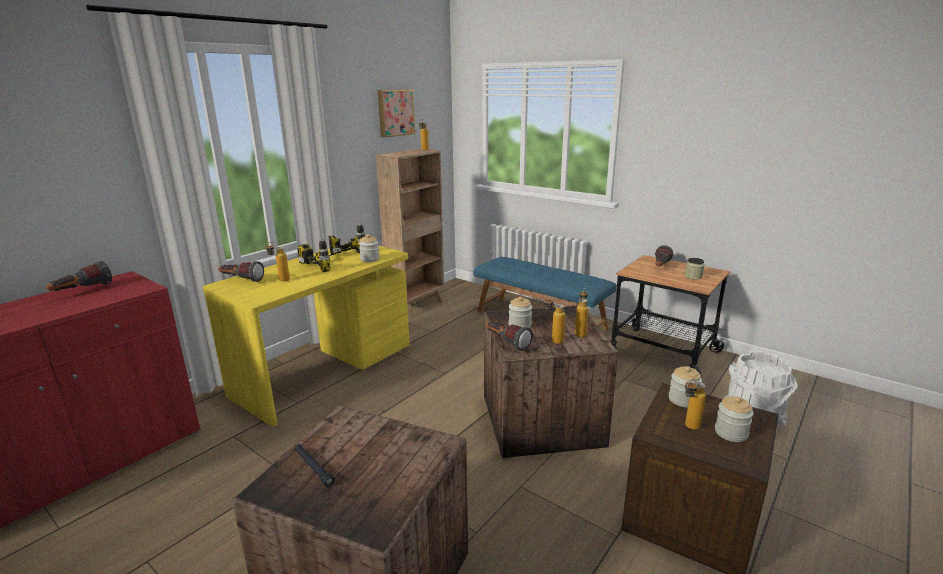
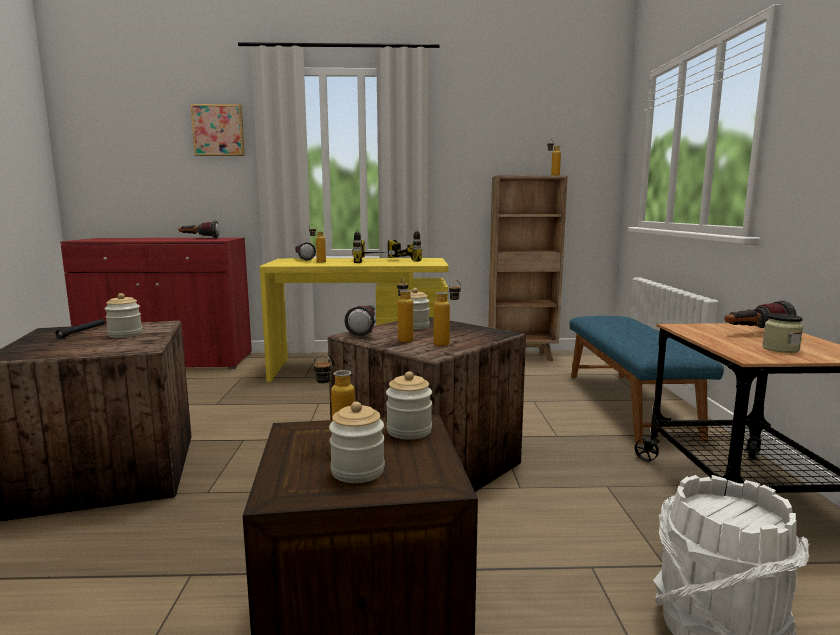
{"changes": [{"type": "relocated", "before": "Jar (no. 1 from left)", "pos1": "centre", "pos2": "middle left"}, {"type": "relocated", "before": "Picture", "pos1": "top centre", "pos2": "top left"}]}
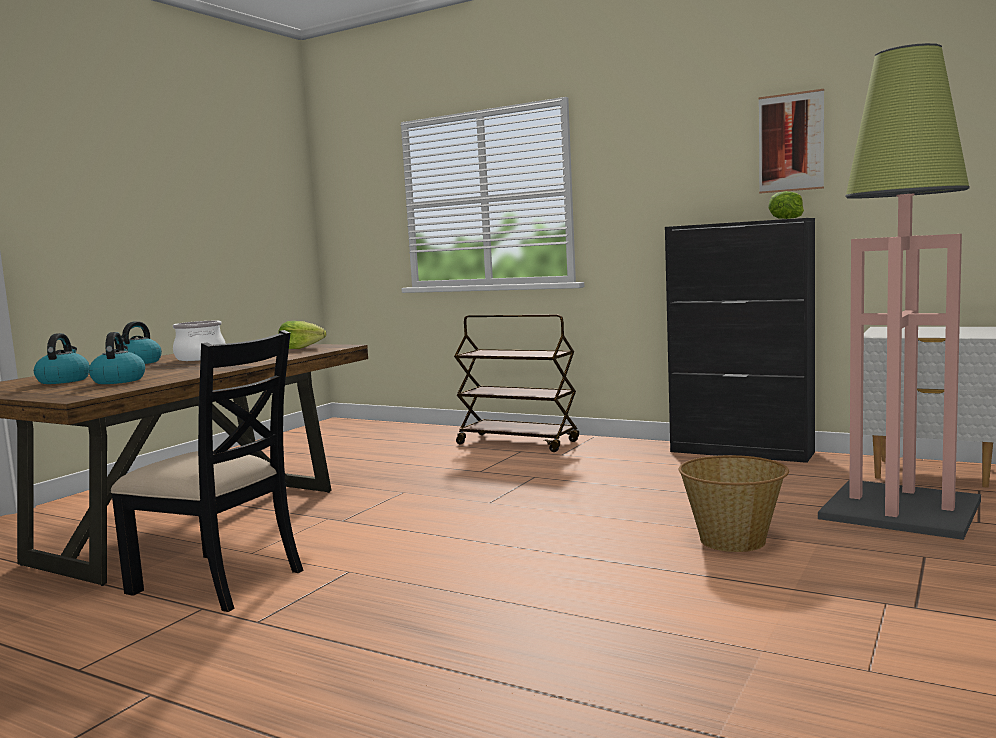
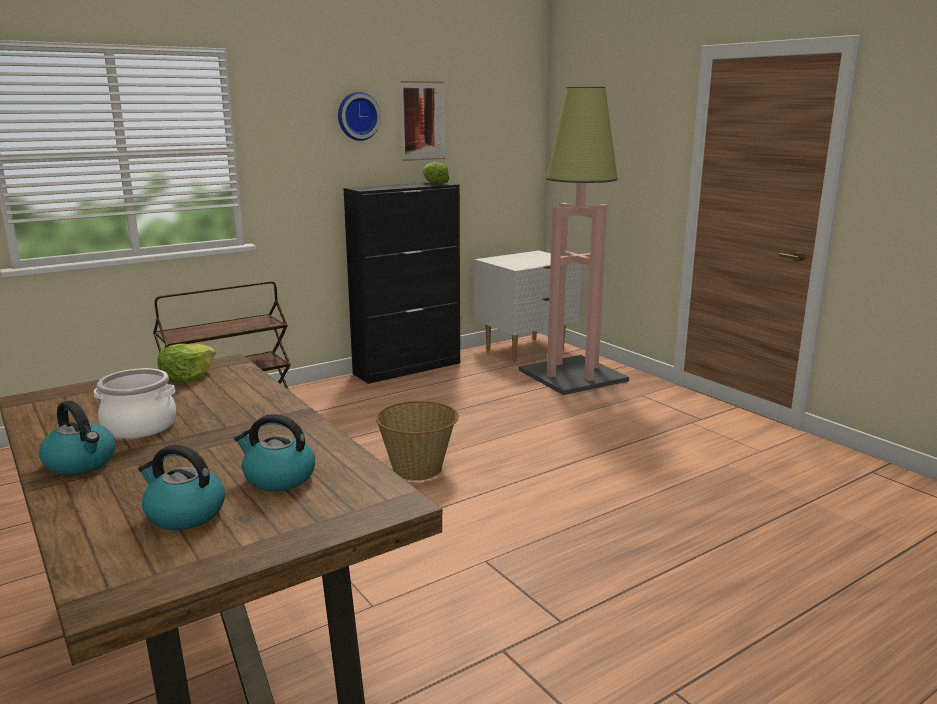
{"changes": [{"type": "missing", "before": "BlackChair", "pos1": "middle left"}, {"type": "appeared", "after": "WallClock", "pos2": "top centre"}, {"type": "relocated", "before": "Basket", "pos1": "bottom right", "pos2": "centre"}]}
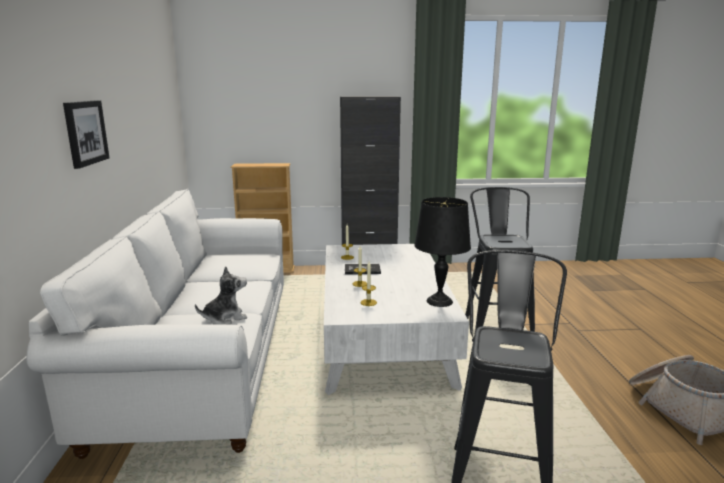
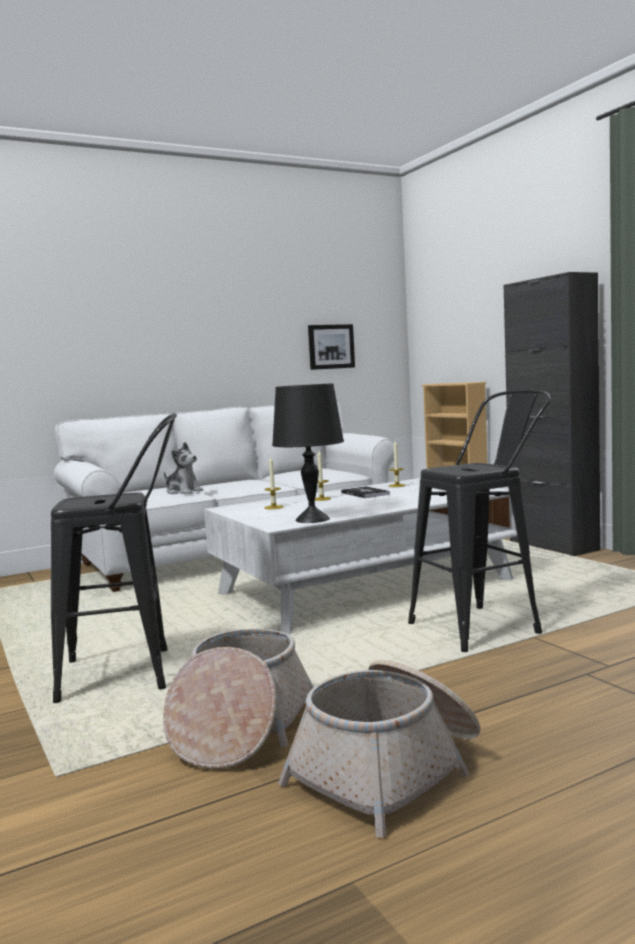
{"changes": [{"type": "appeared", "after": "Basket (no. 1 from left)", "pos2": "bottom centre"}, {"type": "relocated", "before": "Picture", "pos1": "top left", "pos2": "centre"}]}
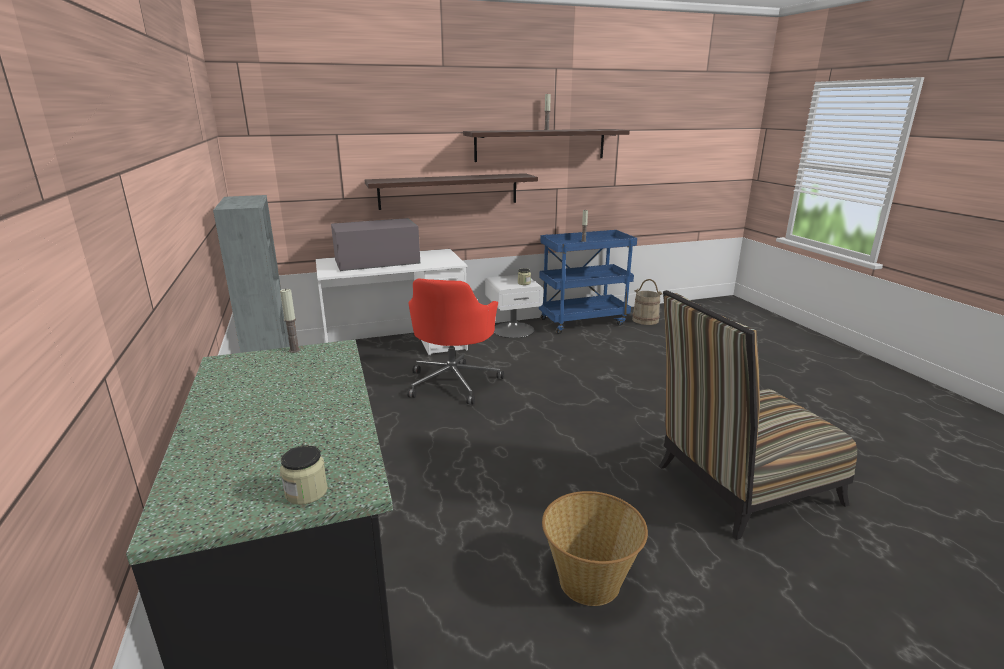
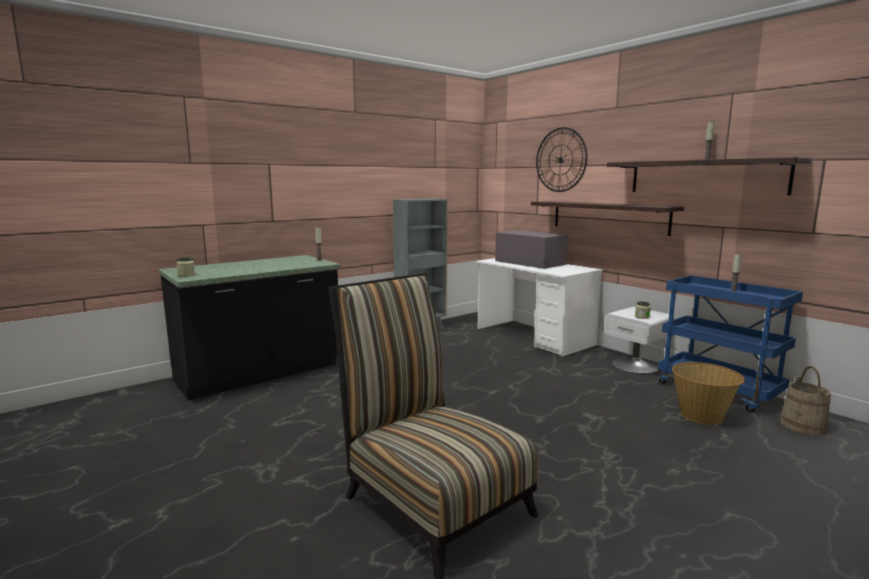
{"changes": [{"type": "missing", "before": "RedOfficeChair", "pos1": "centre"}, {"type": "appeared", "after": "WallClock", "pos2": "top centre"}, {"type": "relocated", "before": "Basket", "pos1": "bottom centre", "pos2": "bottom right"}]}
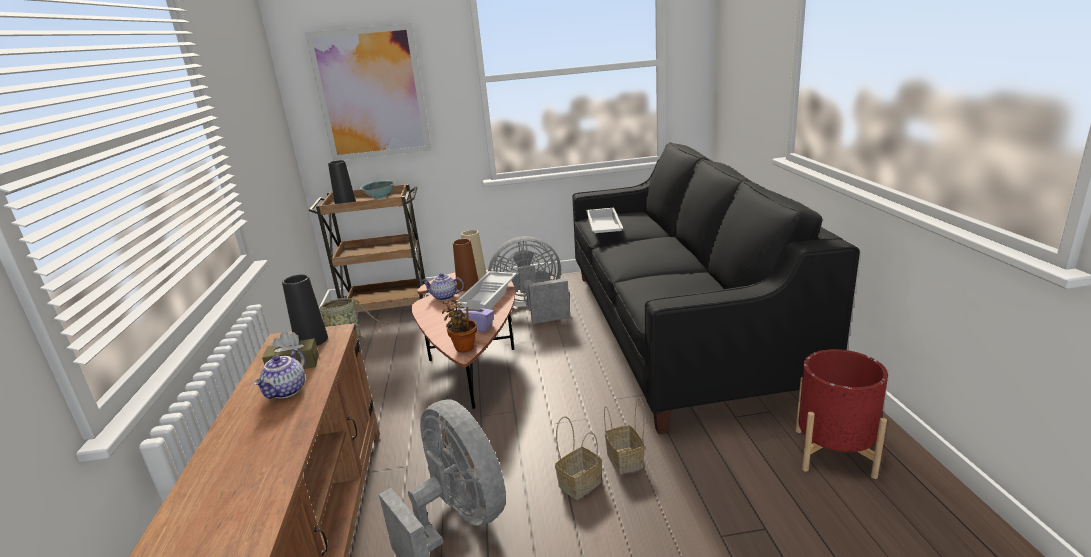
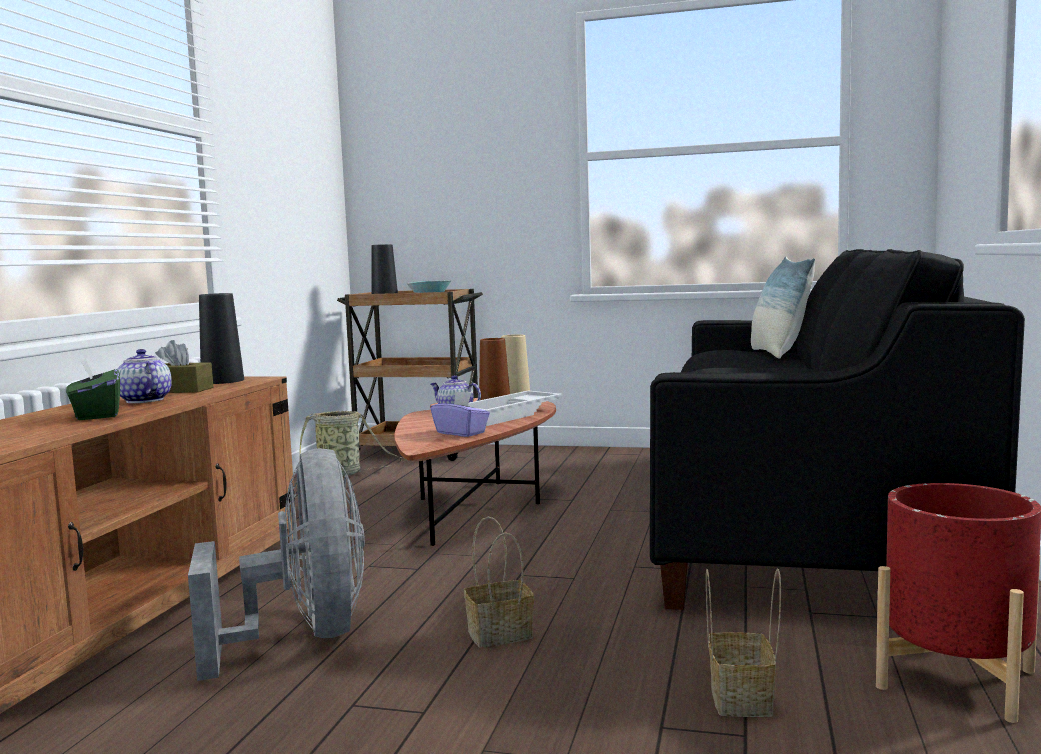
{"changes": [{"type": "missing", "before": "Picture", "pos1": "top centre"}, {"type": "missing", "before": "PottedPlant", "pos1": "centre"}, {"type": "missing", "before": "GreyFan (no. 2 from left)", "pos1": "centre"}, {"type": "missing", "before": "WhiteTray (no. 2 from left)", "pos1": "centre"}, {"type": "appeared", "after": "GreenTissueBox", "pos2": "middle left"}, {"type": "appeared", "after": "Pillow", "pos2": "middle right"}, {"type": "relocated", "before": "Basket (no. 3 from left)", "pos1": "bottom centre", "pos2": "bottom right"}, {"type": "spun", "before": "Teapot (no. 1 from left)", "pos1": "bottom left", "pos2": "middle left", "turn": 105}]}
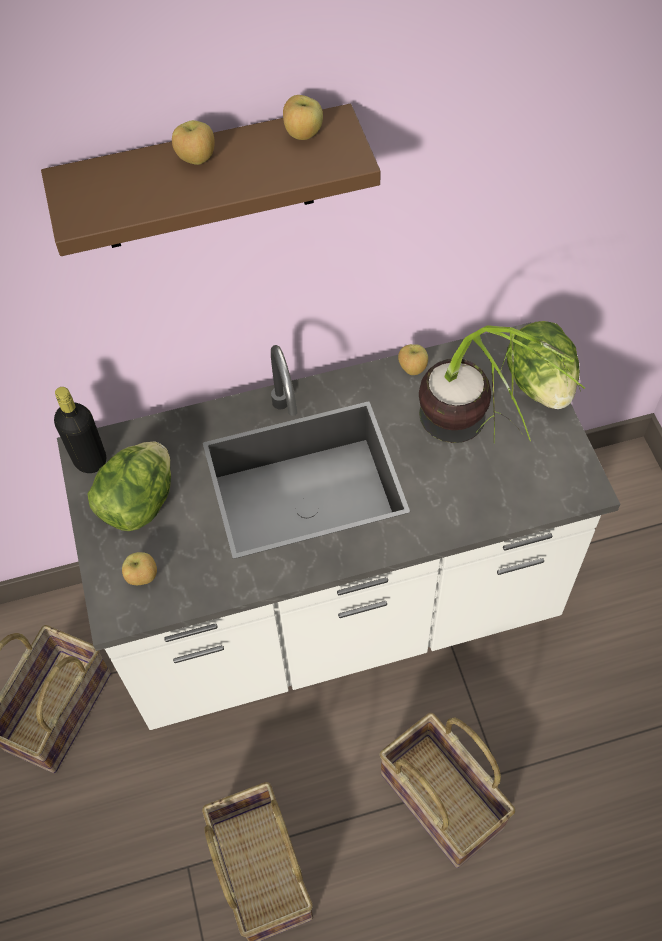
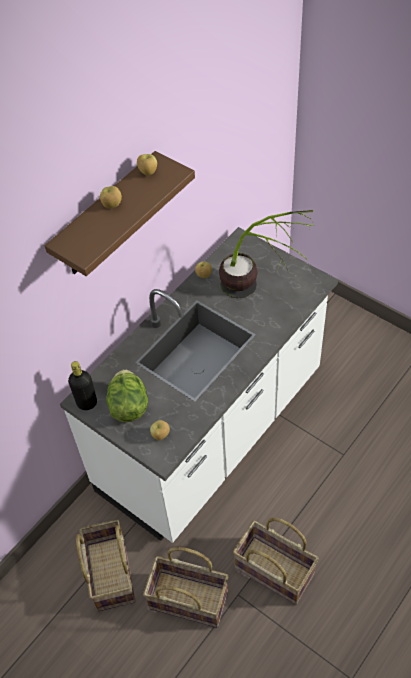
{"changes": [{"type": "missing", "before": "Lettuce (no. 2 from left)", "pos1": "middle right"}, {"type": "relocated", "before": "Basket (no. 3 from left in the first image)", "after": "Basket (no. 2 from left)", "pos1": "bottom right", "pos2": "bottom centre"}]}
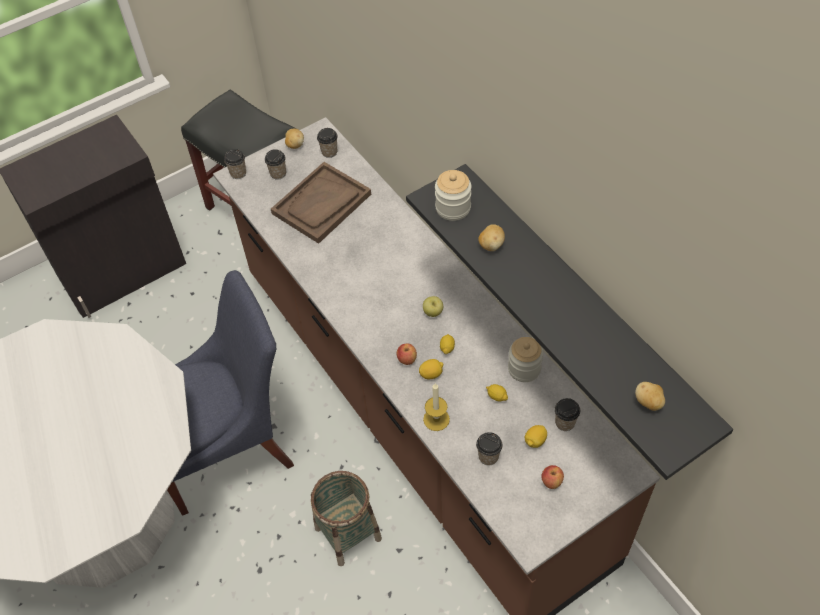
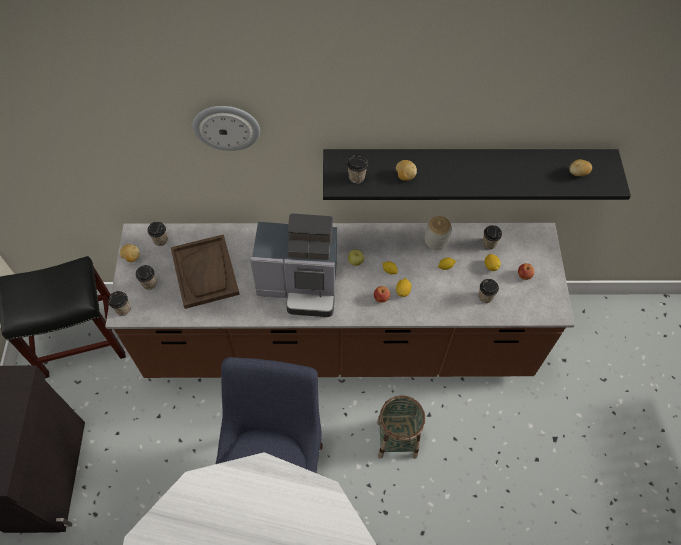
{"changes": [{"type": "missing", "before": "Candle", "pos1": "centre"}, {"type": "appeared", "after": "WallClock", "pos2": "top left"}, {"type": "appeared", "after": "CoffeeMachine", "pos2": "centre"}, {"type": "exchanged", "before": "Jar (no. 1 from left)", "after": "Cup (no. 4 from left)", "pos1": "top centre", "pos2": "top centre"}]}
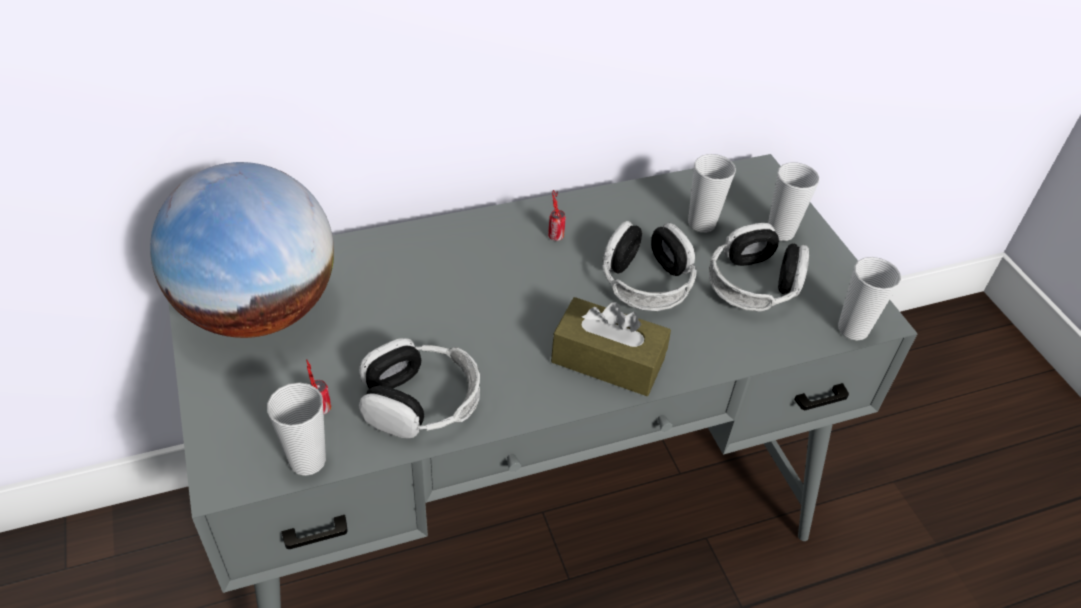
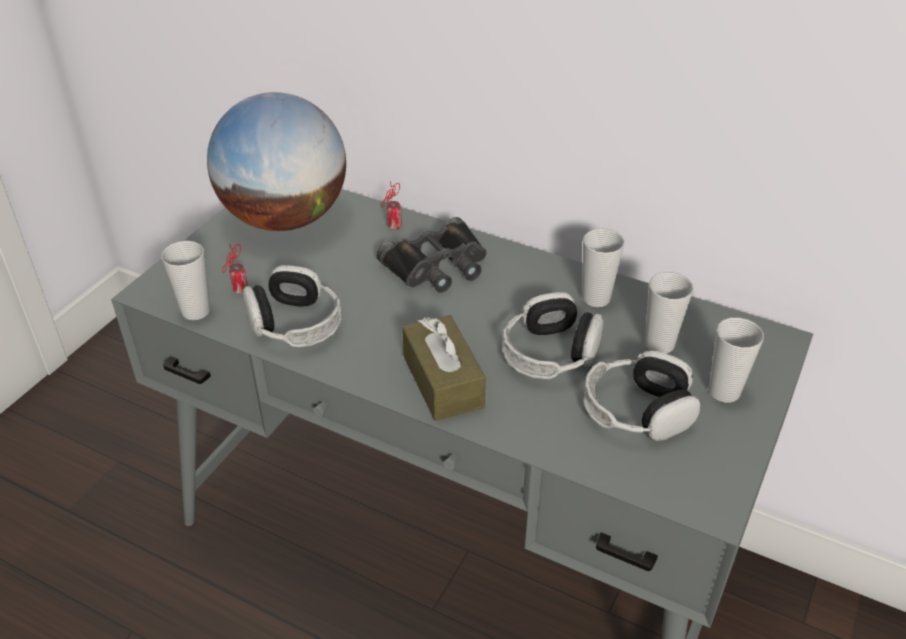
{"changes": [{"type": "appeared", "after": "BlackBinoculars", "pos2": "centre"}, {"type": "relocated", "before": "Can (no. 2 from left)", "pos1": "centre", "pos2": "top centre"}, {"type": "relocated", "before": "Cup (no. 4 from left in the first image)", "after": "Cup (no. 2 from left)", "pos1": "middle right", "pos2": "centre"}]}
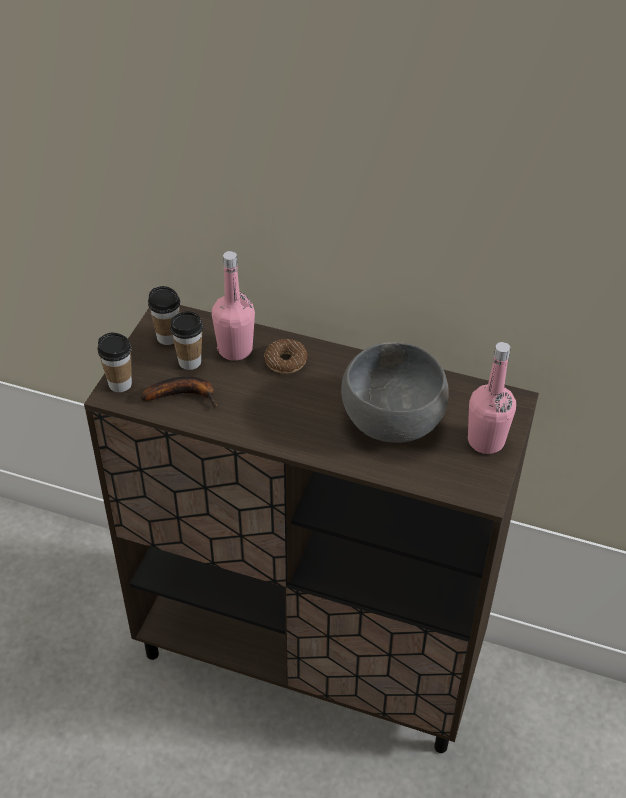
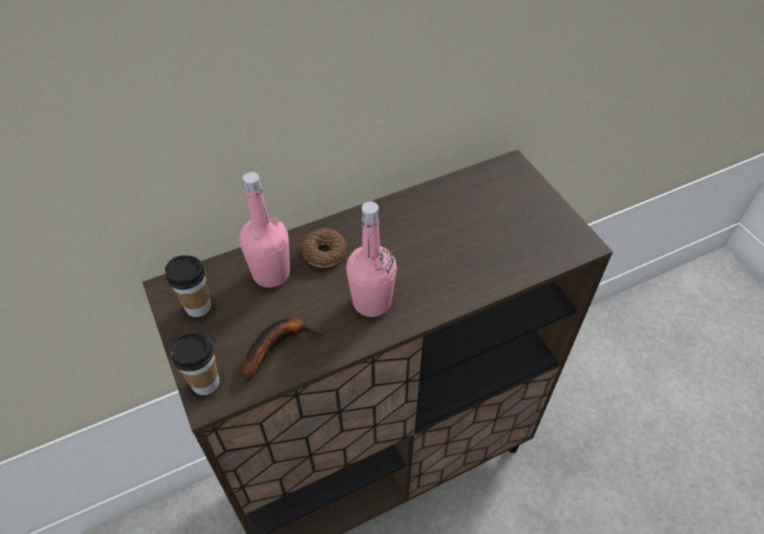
{"changes": [{"type": "missing", "before": "Cup (no. 3 from left)", "pos1": "middle left"}, {"type": "missing", "before": "GreyBowl", "pos1": "centre"}, {"type": "relocated", "before": "PinkBottle (no. 2 from left)", "pos1": "middle right", "pos2": "centre"}]}
